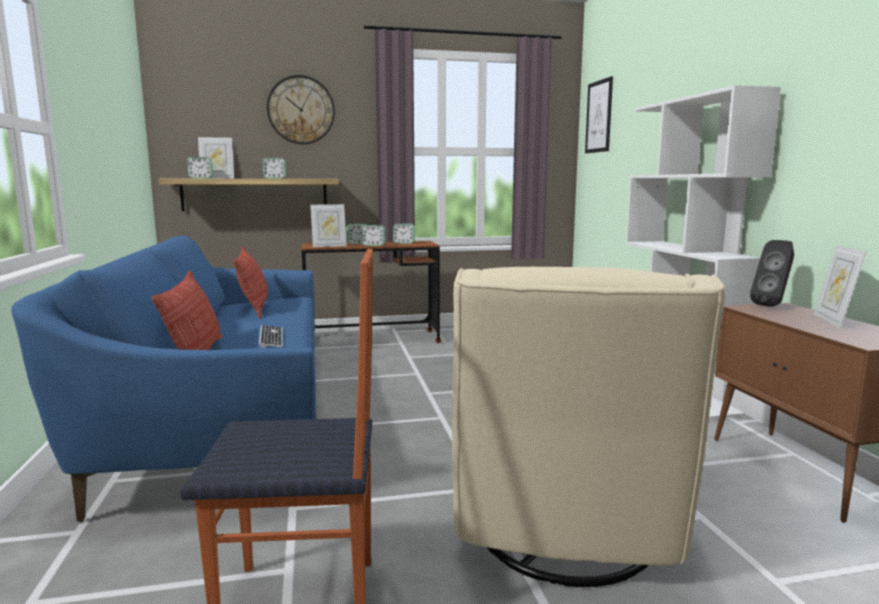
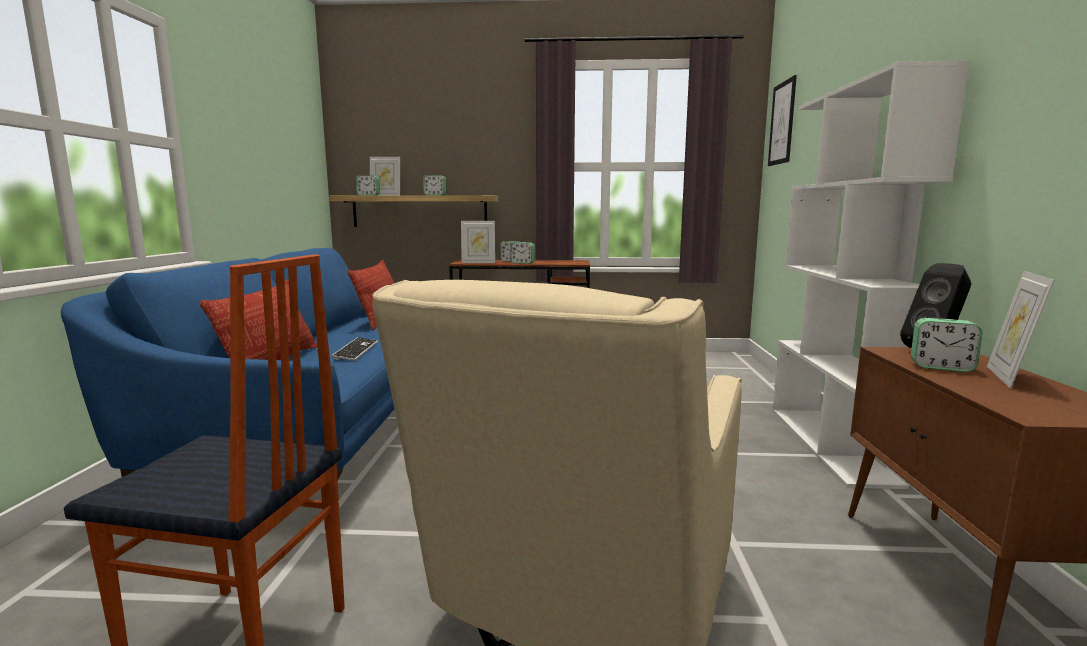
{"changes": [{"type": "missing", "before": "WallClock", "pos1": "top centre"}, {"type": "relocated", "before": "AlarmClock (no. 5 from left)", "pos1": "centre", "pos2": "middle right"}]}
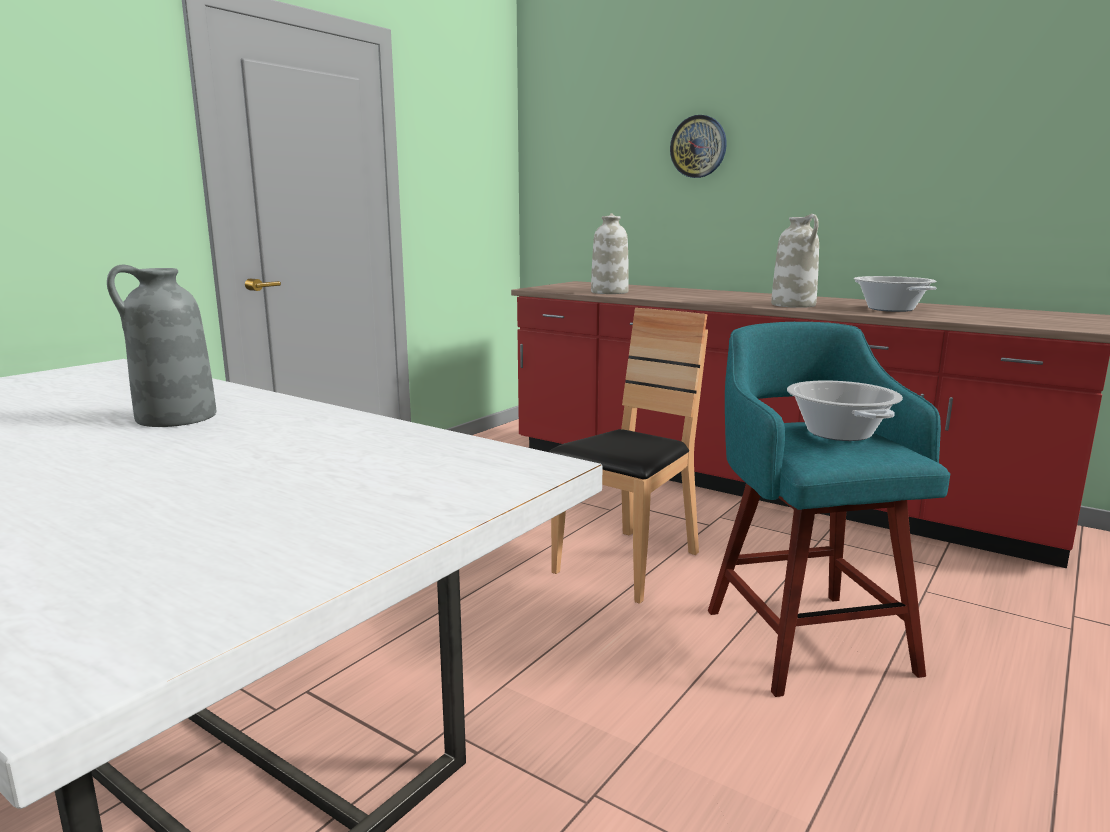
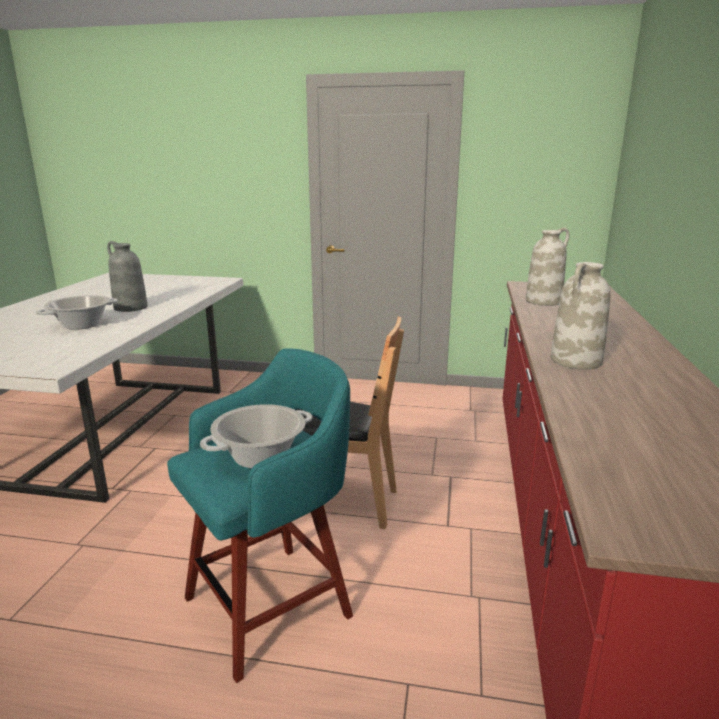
{"changes": [{"type": "missing", "before": "WallClock", "pos1": "top centre"}, {"type": "relocated", "before": "CookingPot (no. 2 from left in the first image)", "after": "CookingPot (no. 1 from left)", "pos1": "middle right", "pos2": "middle left"}]}
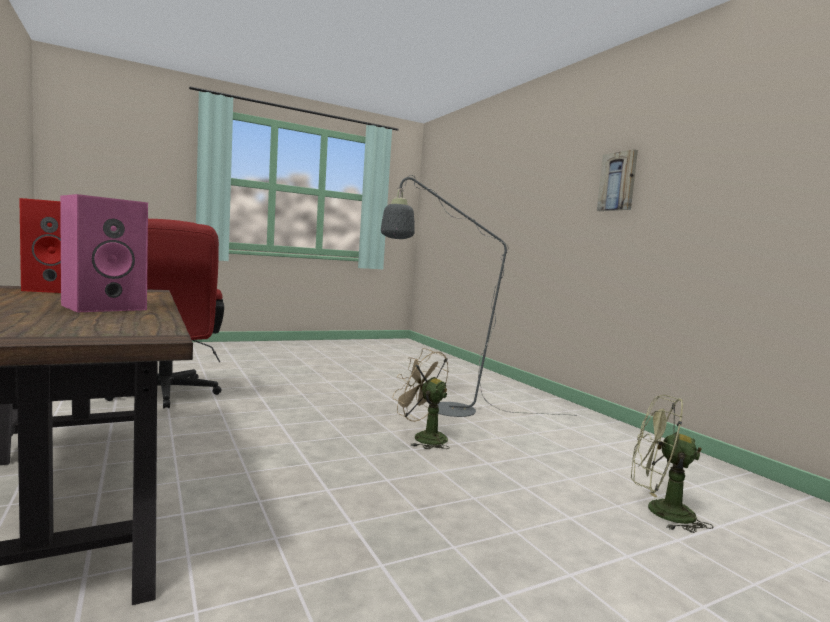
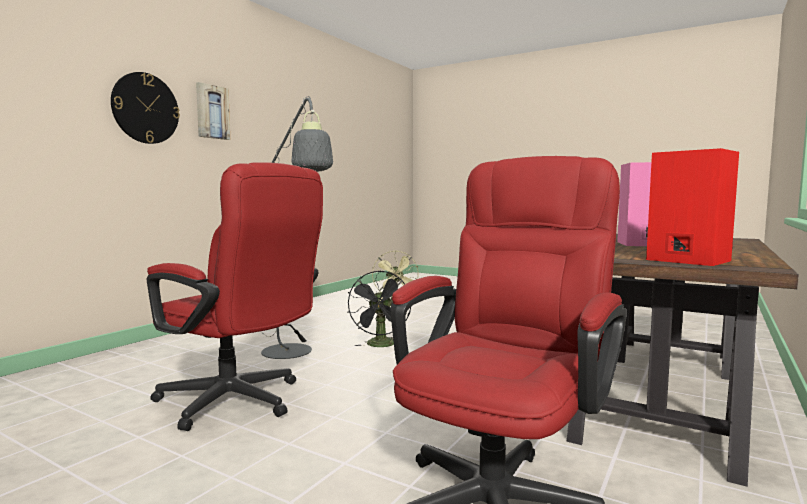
{"changes": [{"type": "appeared", "after": "WallClock", "pos2": "top left"}, {"type": "appeared", "after": "RedOfficeChair (no. 1 from left)", "pos2": "middle left"}, {"type": "colour", "before": "BeigeFan", "after": "BlackFan", "pos1": "centre", "pos2": "centre"}]}
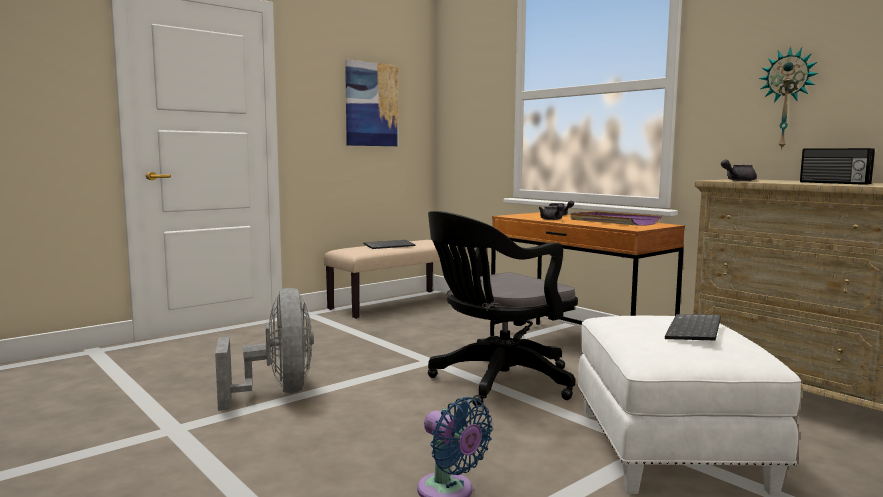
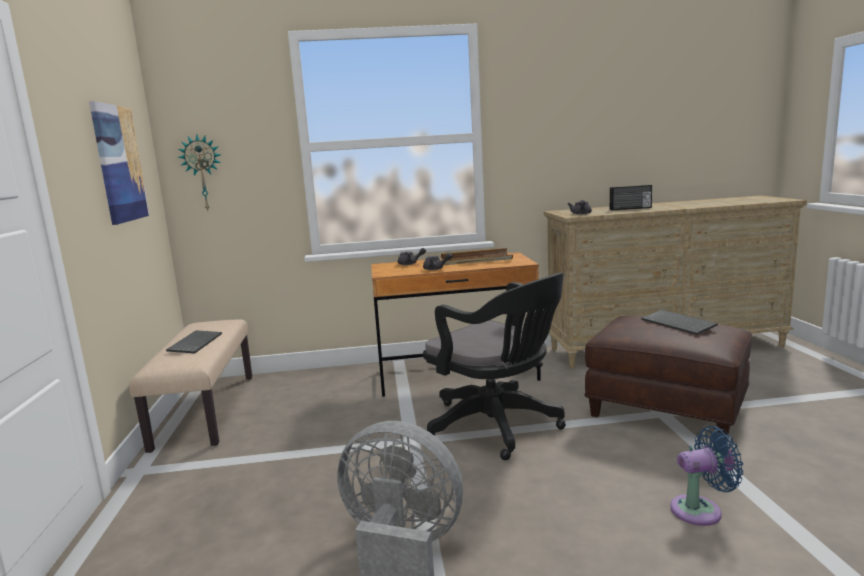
{"changes": [{"type": "relocated", "before": "WallClock", "pos1": "top right", "pos2": "top left"}, {"type": "colour", "before": "PurpleTray", "after": "BrownTray", "pos1": "middle right", "pos2": "centre"}, {"type": "colour", "before": "WhiteOttoman", "after": "BrownOttoman", "pos1": "bottom right", "pos2": "middle right"}, {"type": "spun", "before": "BlackOfficeChair", "pos1": "centre", "pos2": "centre", "turn": -45}]}
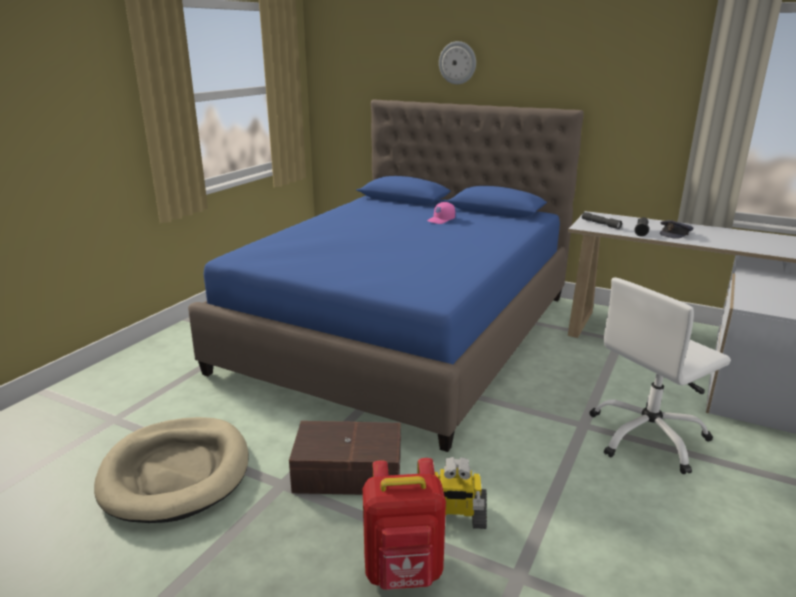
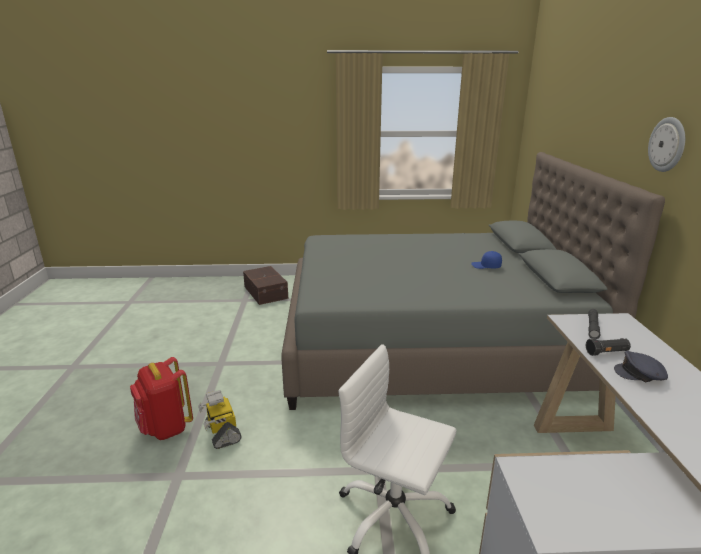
{"changes": [{"type": "missing", "before": "BeigeDogBed", "pos1": "bottom left"}, {"type": "relocated", "before": "BrownStorageBox", "pos1": "bottom centre", "pos2": "centre"}, {"type": "relocated", "before": "WallClock", "pos1": "top centre", "pos2": "top right"}, {"type": "colour", "before": "BlueBed", "after": "GreyBed", "pos1": "centre", "pos2": "middle right"}, {"type": "colour", "before": "PinkCap", "after": "BlueCap", "pos1": "centre", "pos2": "middle right"}]}
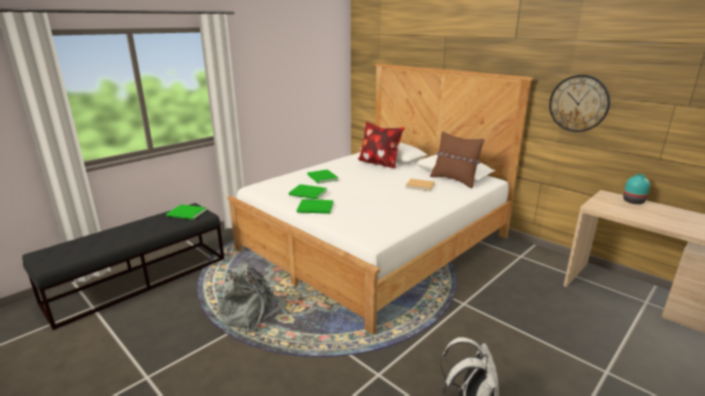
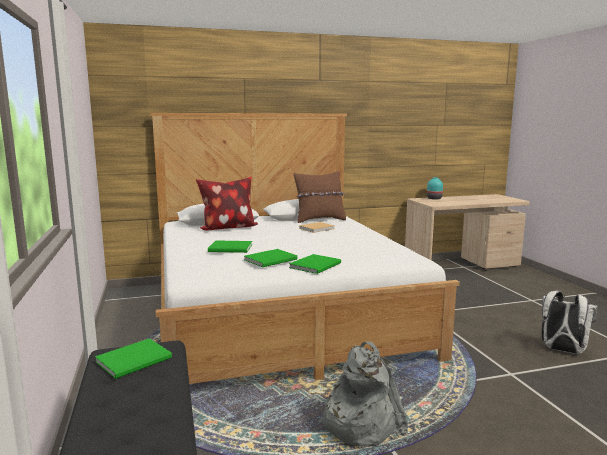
{"changes": [{"type": "missing", "before": "WallClock", "pos1": "top right"}]}
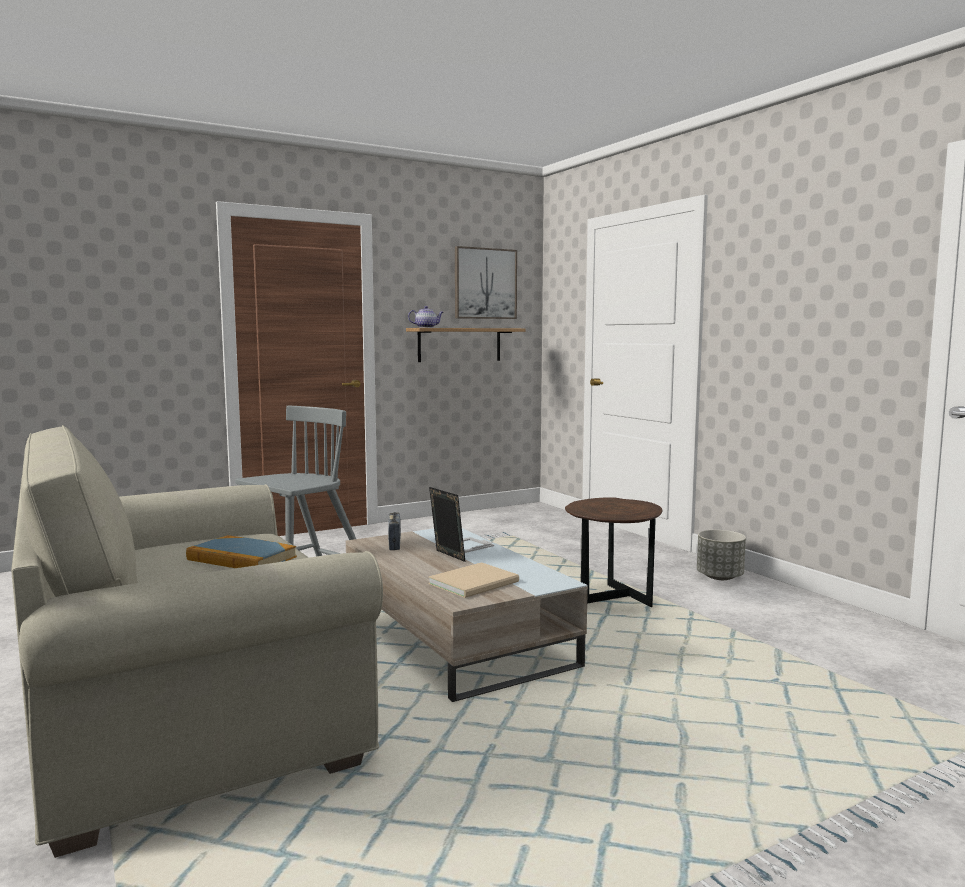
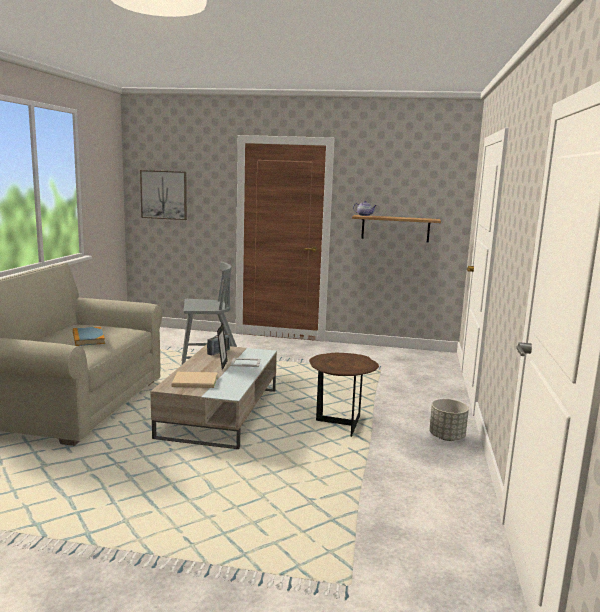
{"changes": [{"type": "relocated", "before": "Picture", "pos1": "top centre", "pos2": "top left"}]}
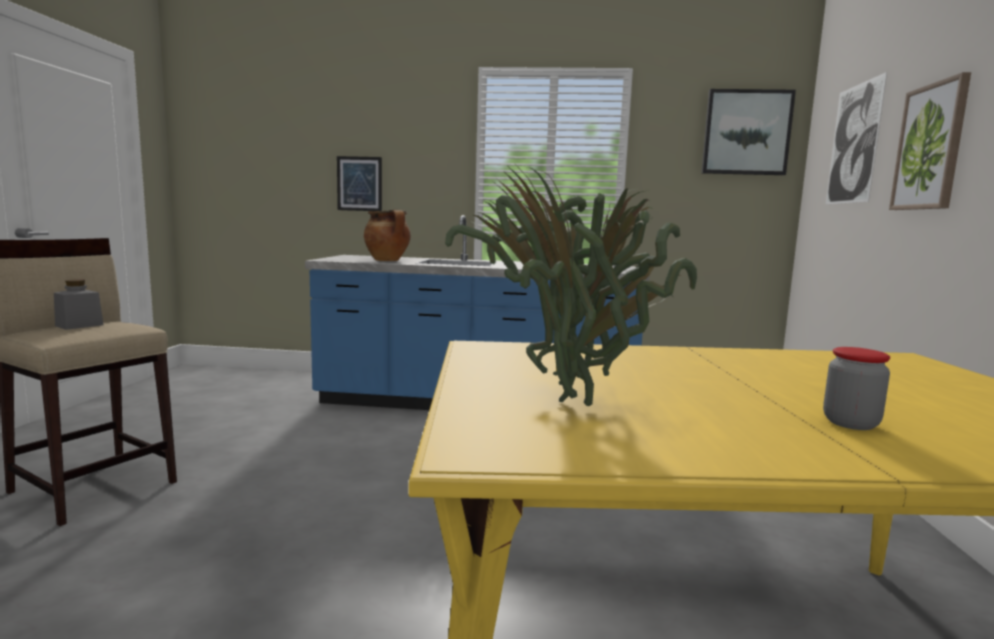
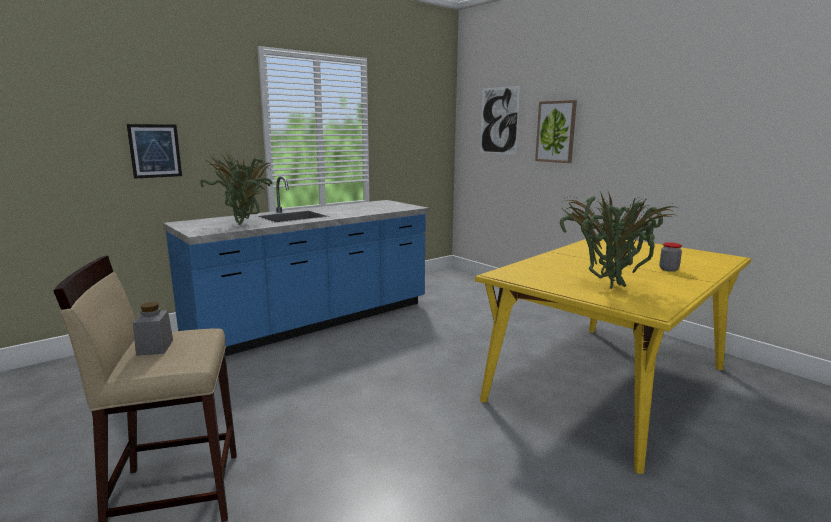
{"changes": [{"type": "missing", "before": "Picture (no. 2 from left)", "pos1": "top right"}, {"type": "exchanged", "before": "CookingPot", "after": "PottedPlant (no. 1 from left)", "pos1": "centre", "pos2": "middle left"}]}
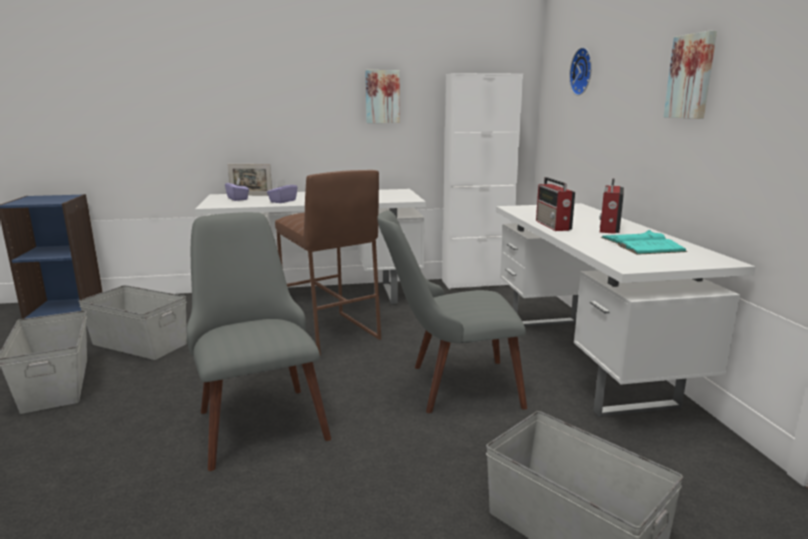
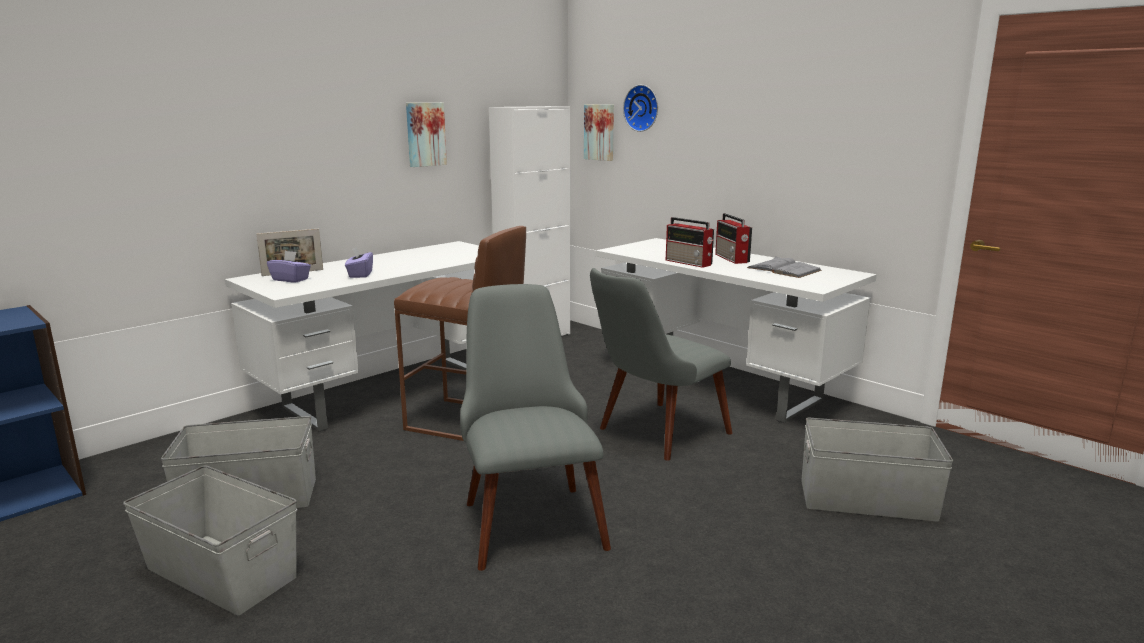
{"changes": [{"type": "relocated", "before": "Picture (no. 2 from left)", "pos1": "top right", "pos2": "top centre"}, {"type": "colour", "before": "TurquoiseBook", "after": "GreyBook", "pos1": "middle right", "pos2": "middle right"}, {"type": "spun", "before": "GreyChair (no. 1 from left)", "pos1": "middle left", "pos2": "centre", "turn": 45}]}
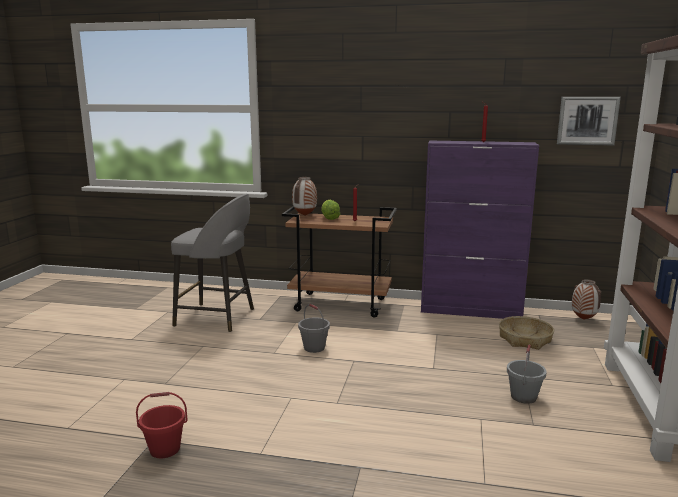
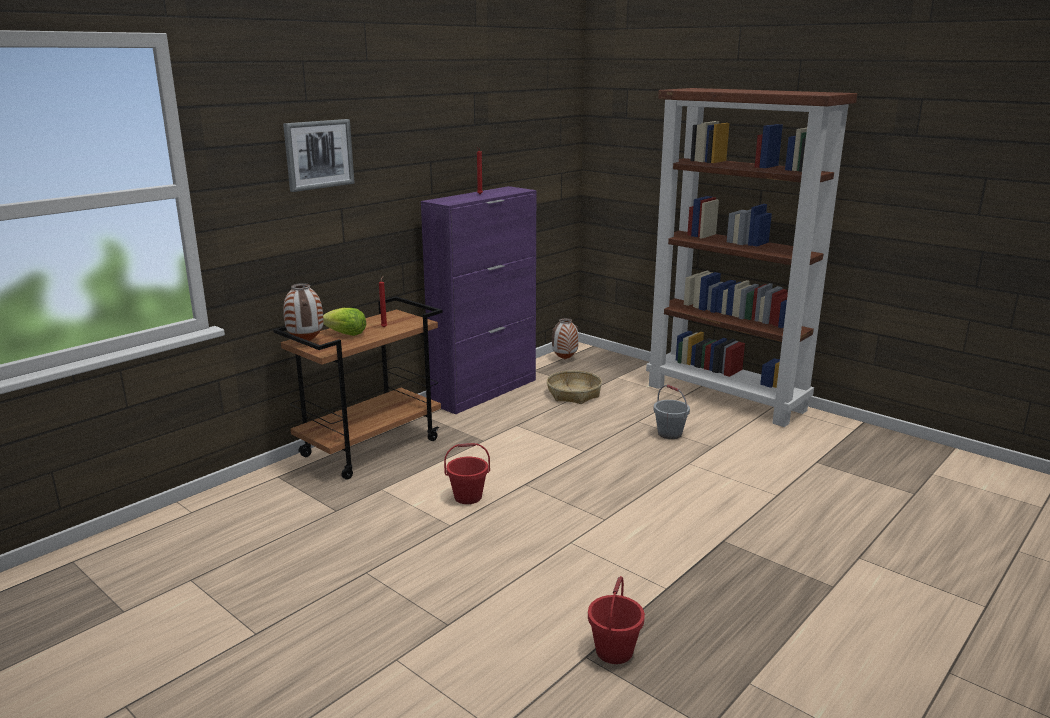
{"changes": [{"type": "missing", "before": "GreyStool", "pos1": "middle left"}, {"type": "relocated", "before": "Picture", "pos1": "top right", "pos2": "top left"}, {"type": "colour", "before": "GreyBucket (no. 1 from left)", "after": "RedBucket (no. 1 from left)", "pos1": "centre", "pos2": "centre"}]}
